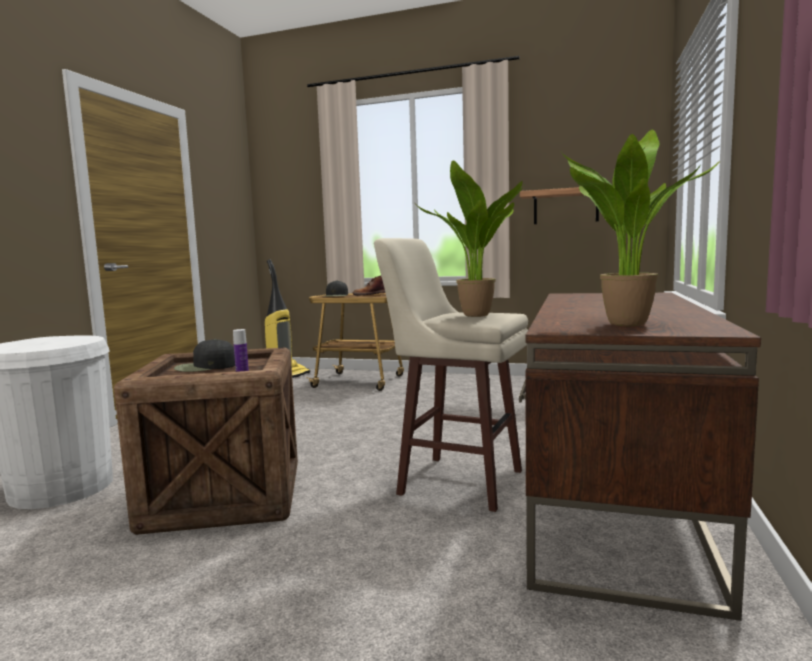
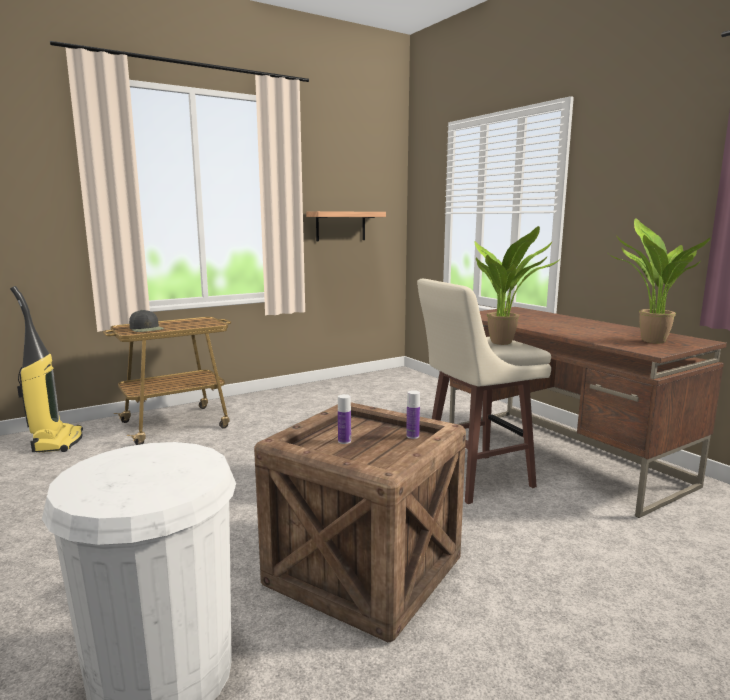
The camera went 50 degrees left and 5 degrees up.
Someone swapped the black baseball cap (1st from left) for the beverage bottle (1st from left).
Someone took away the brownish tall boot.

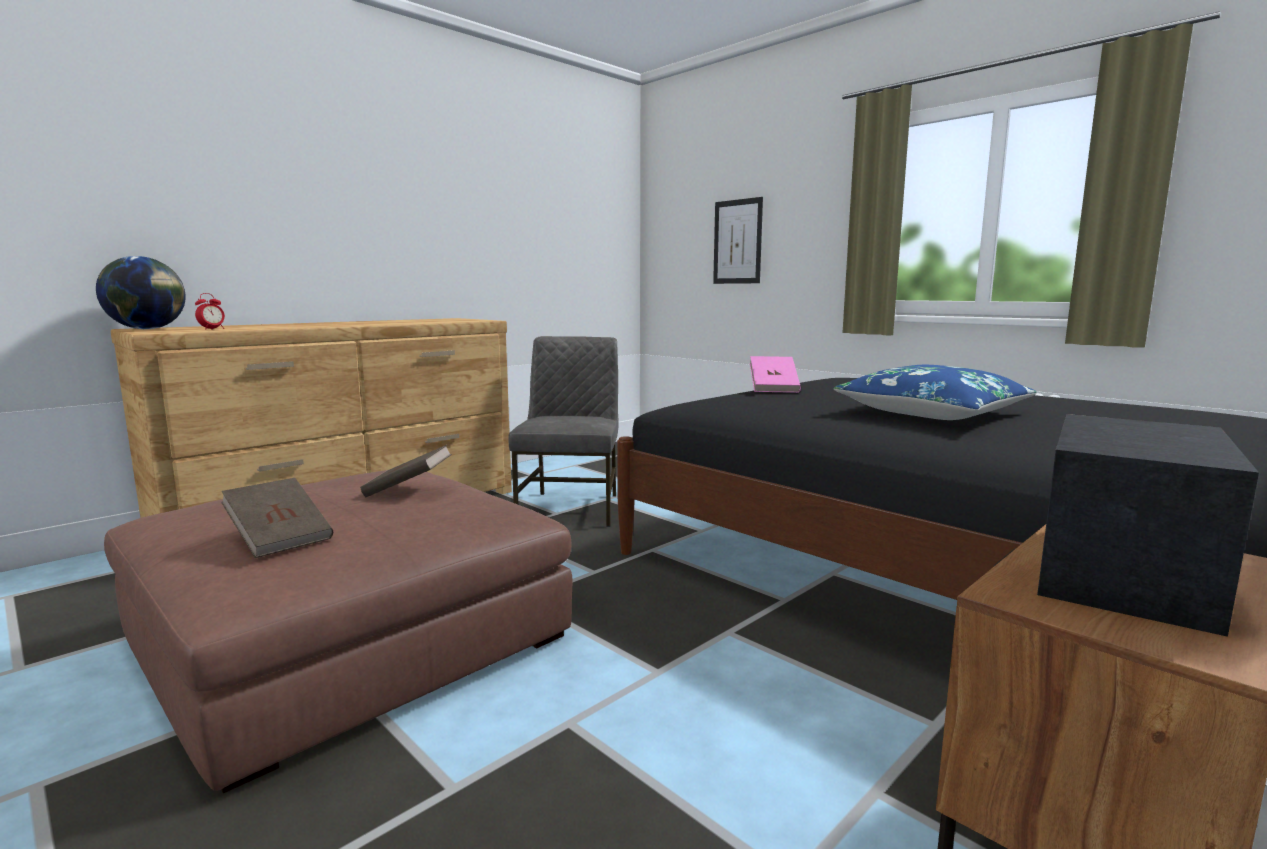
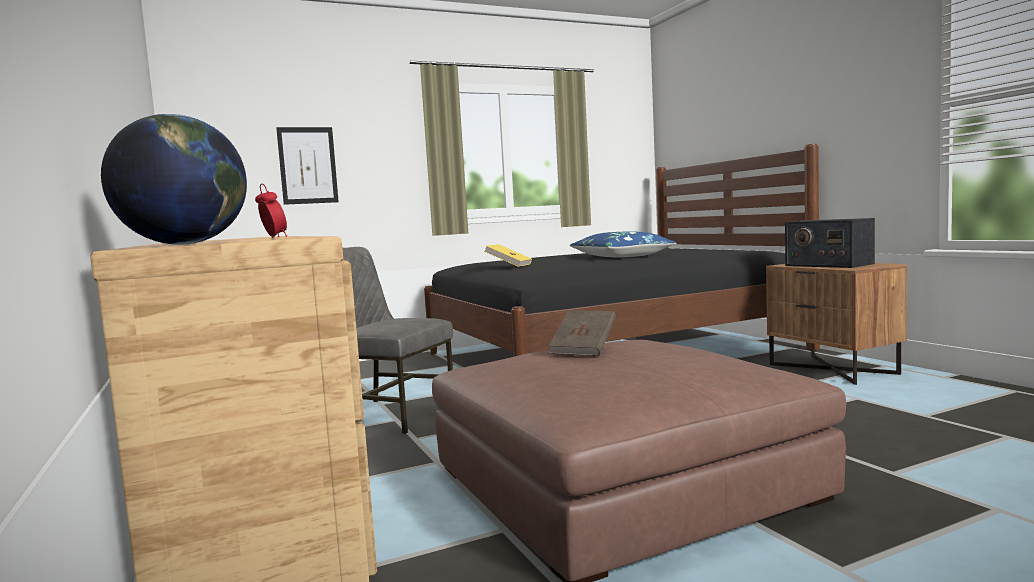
The camera went 70 degrees left and 5 degrees down.
Someone took away the brownish volume (1st from left).
Someone repainted the pinkish volume, which became the yellow-coloured volume.

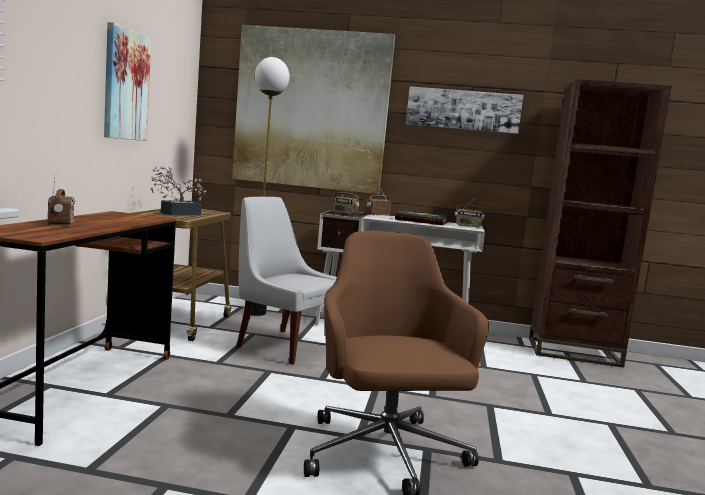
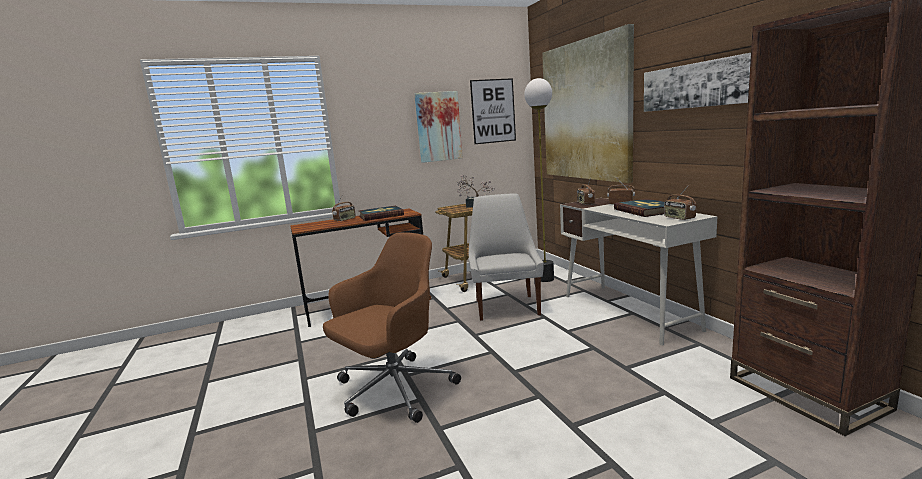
The camera went 60 degrees right and 5 degrees up.
Someone put down the volume (1st from left).
Someone put up the wall art (2nd from left).

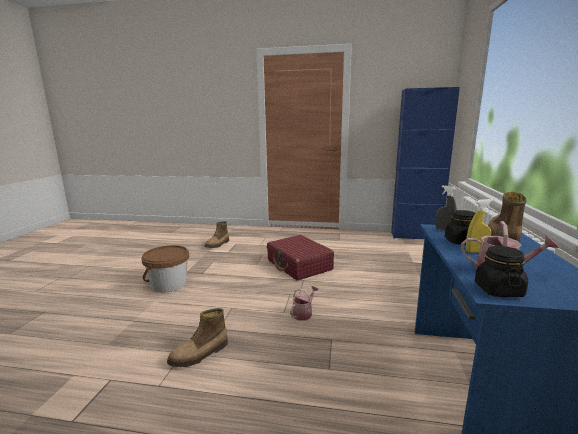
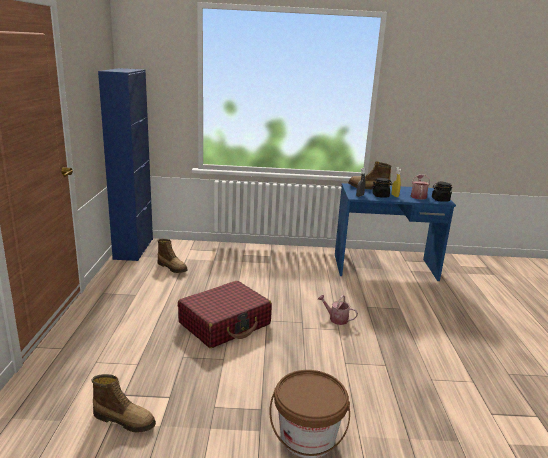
The camera went 100 degrees left and 5 degrees up.
Someone carried the tall boot (1st from left in the first image).

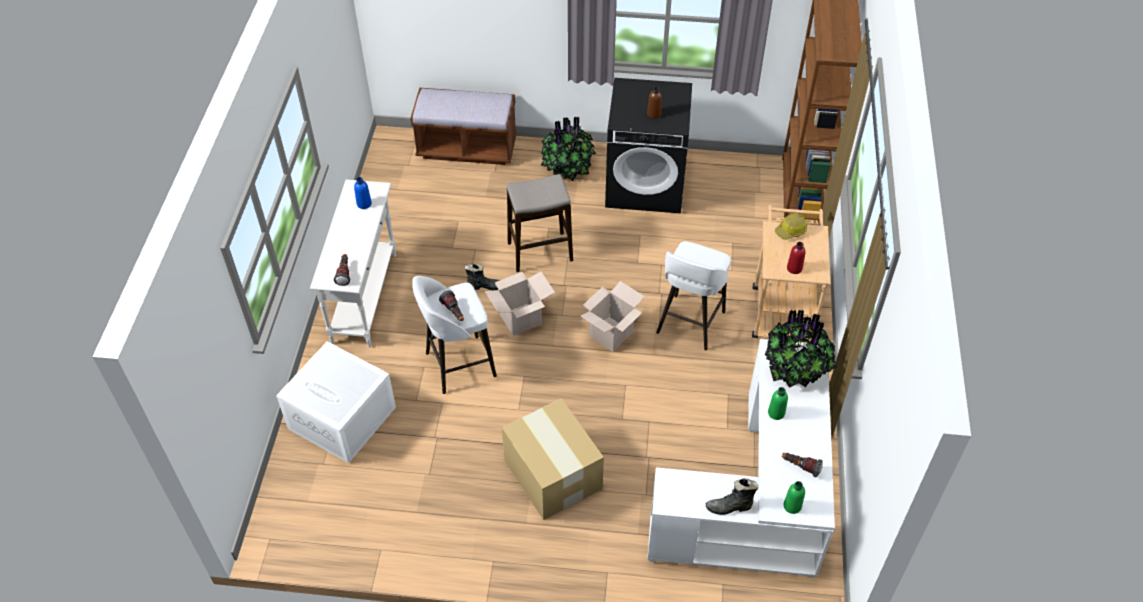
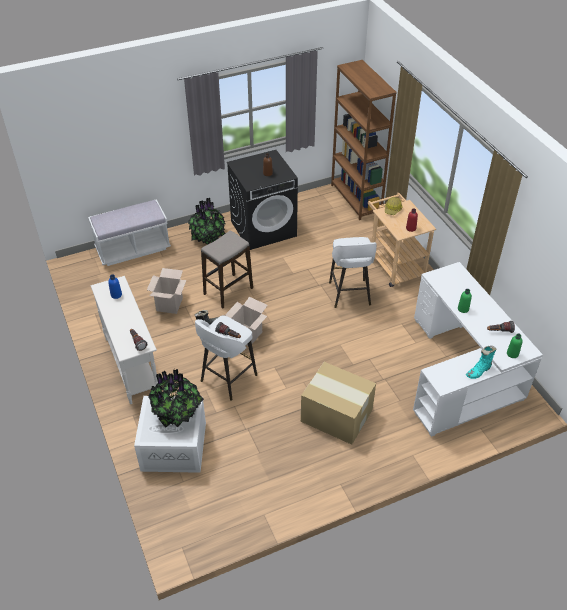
The camera went 30 degrees left and 5 degrees down.
Someone repainted the brownish long seat, which became the whitish long seat.
Someone carried the packing box (3rd from left in the first image).
Someone repainted the black tall boot (2nd from left), which became the turquoise tall boot.
Someone carried the houseplant (2nd from left in the first image).

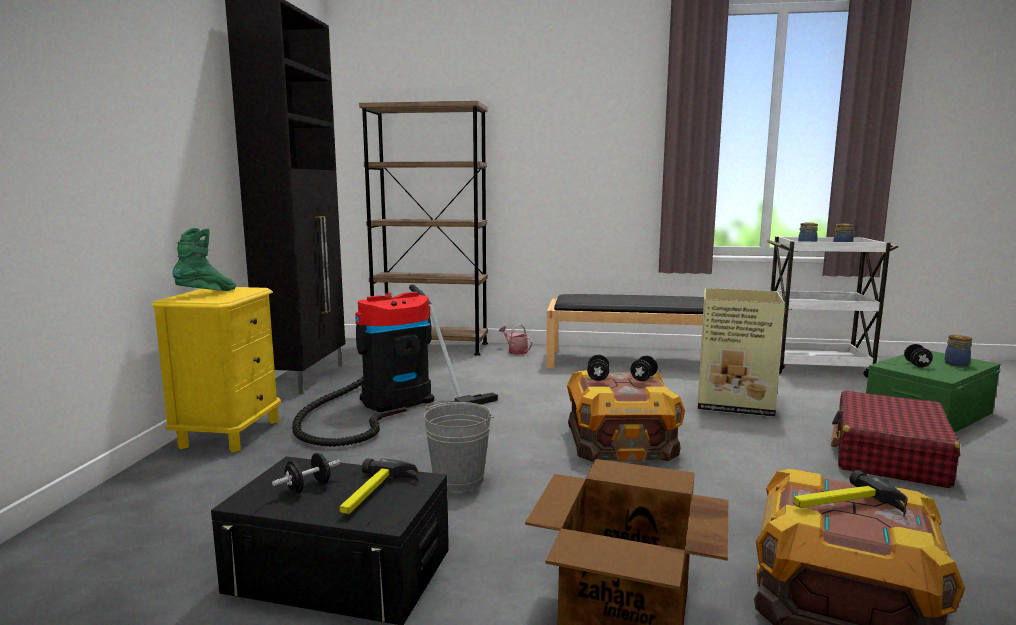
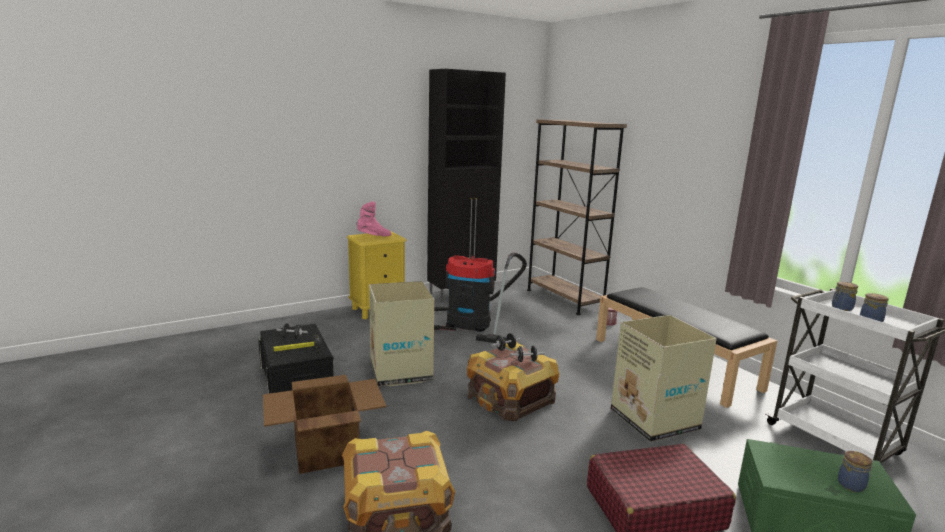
The camera went 50 degrees right and 5 degrees up.
Someone repainted the green-coloured tall boot, which became the pinkish tall boot.
Someone swapped the gray water bucket for the packing box (2nd from left).
Someone took away the tool hammer (2nd from left).
Someone took away the black dumbbell (4th from left).

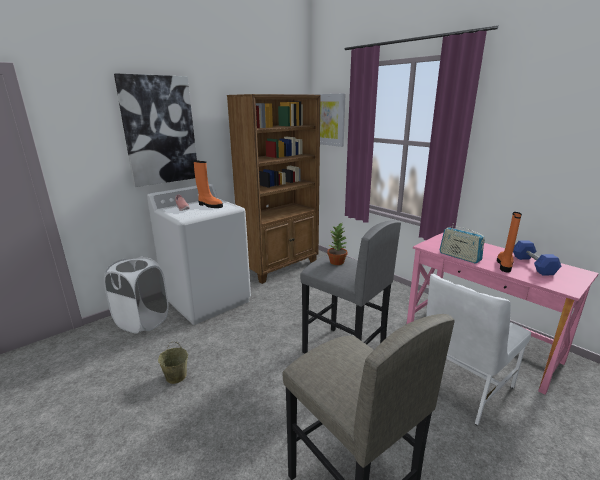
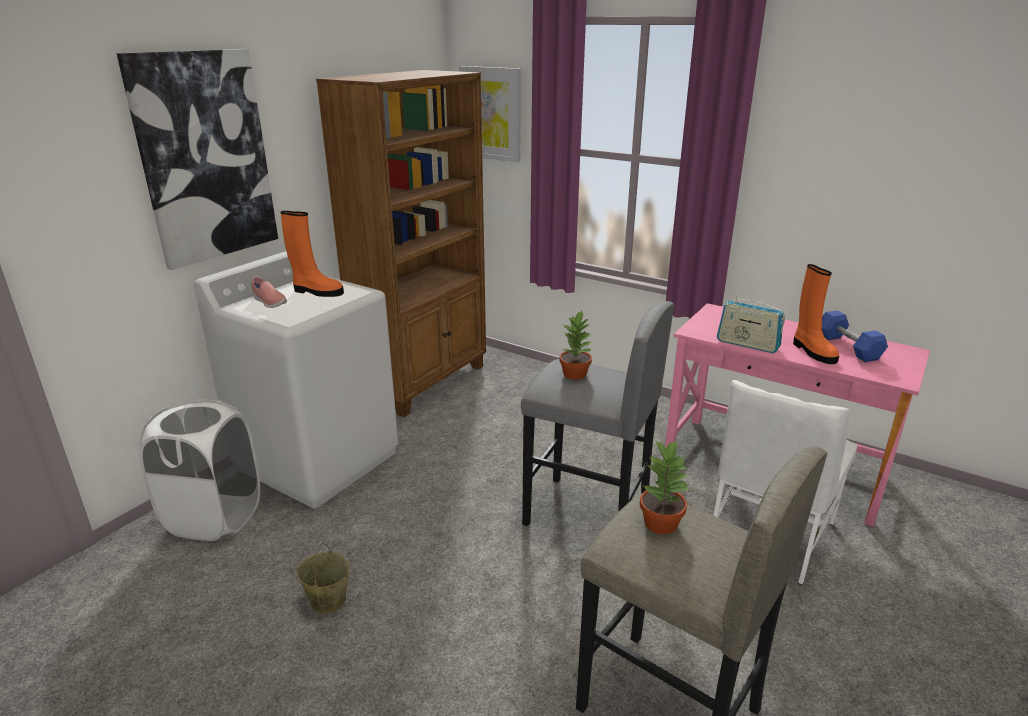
The camera went 15 degrees left and 5 degrees up.
Someone rotated the orange-coloured tall boot (2nd from left) by 150 degrees clockwise.
Someone put down the houseplant (2nd from left).

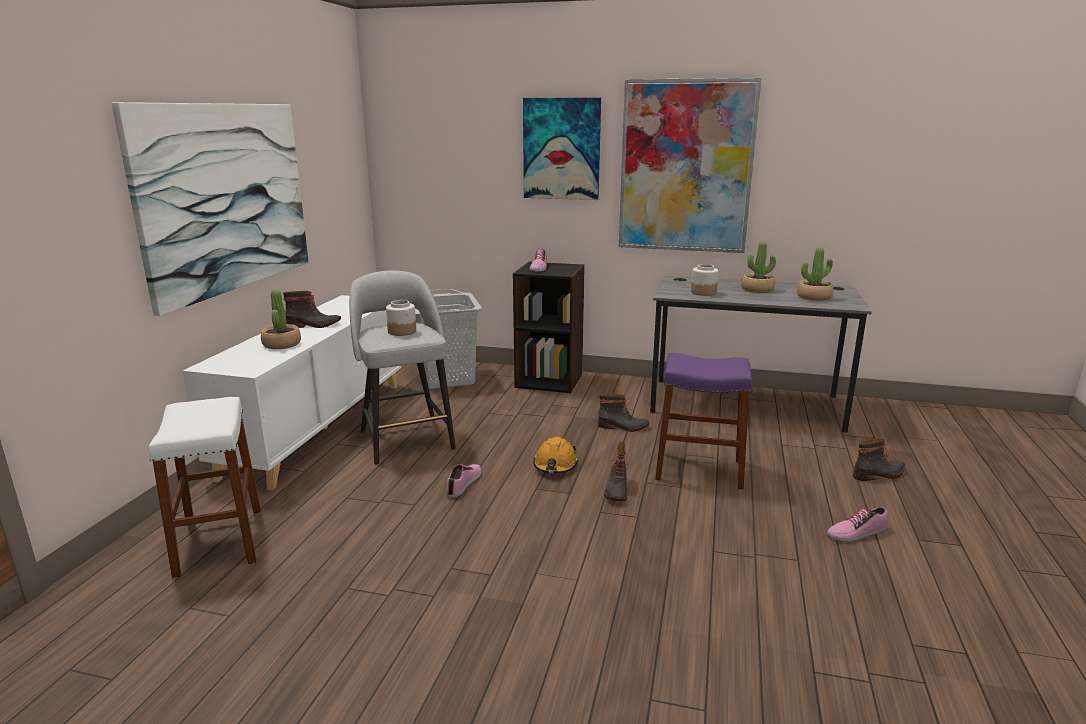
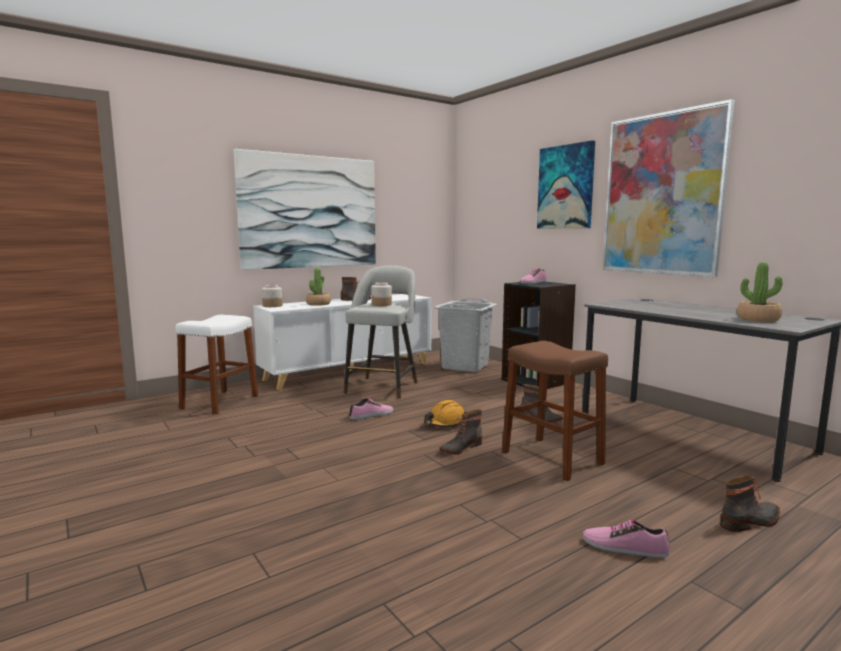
The camera went 40 degrees right and 10 degrees down.
Someone repainted the purple stool, which became the brownish stool.
Someone carried the preserve jar (2nd from left in the first image).
Someone took away the houseplant (2nd from left).
Someone rotated the tall boot (4th from left) by 45 degrees counterclockwise.

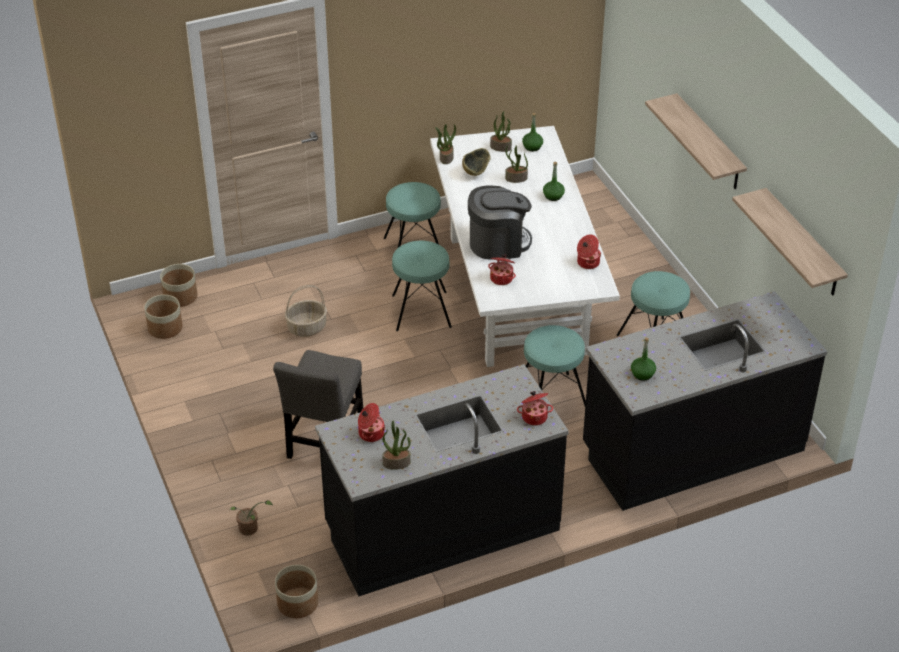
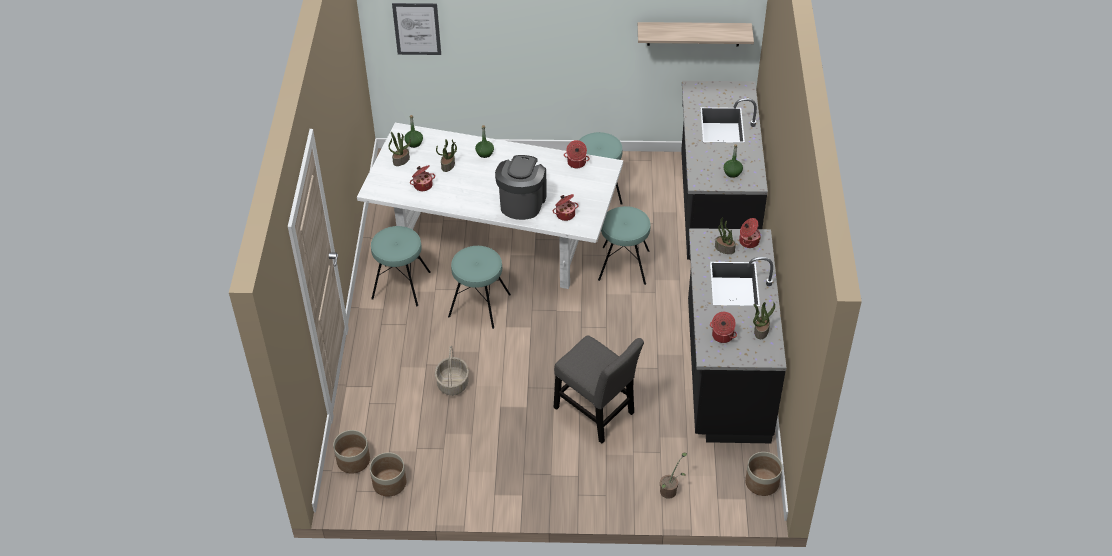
The camera went 65 degrees left and 5 degrees up.
Someone carried the houseplant (3rd from left in the first image).
Someone swapped the deep dish for the cooking pot (1st from left).
Someone took away the bracket shelf (1st from left).
Someone put up the wall art.

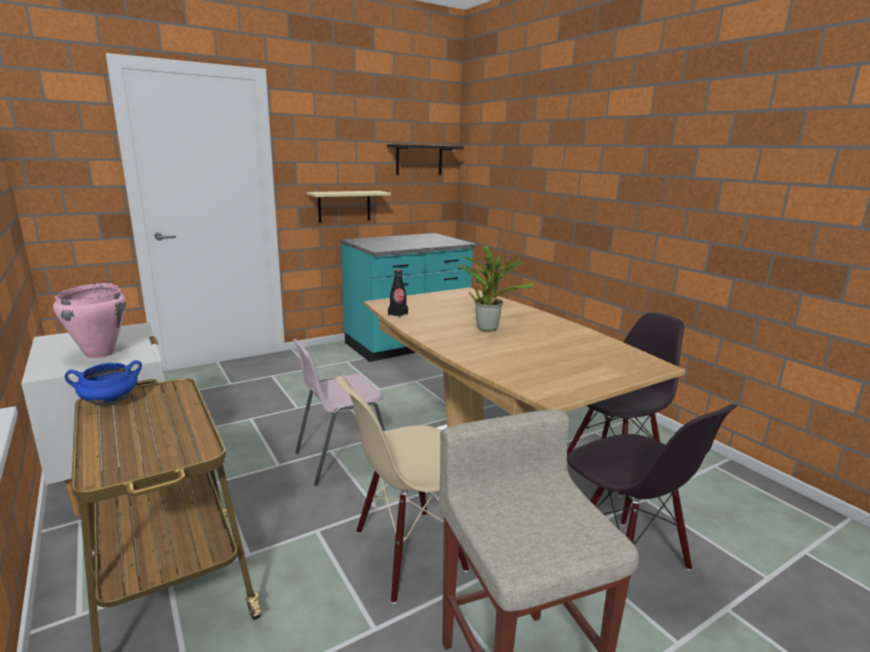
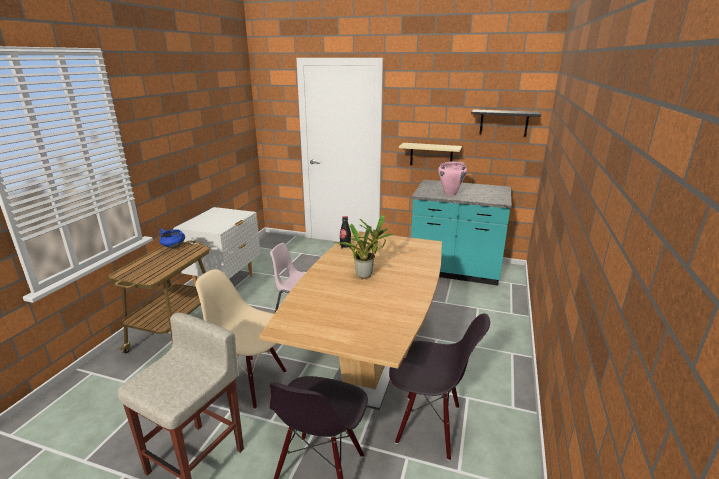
The camera went 50 degrees right and 5 degrees up.
Someone carried the pinkish cooking pot.

